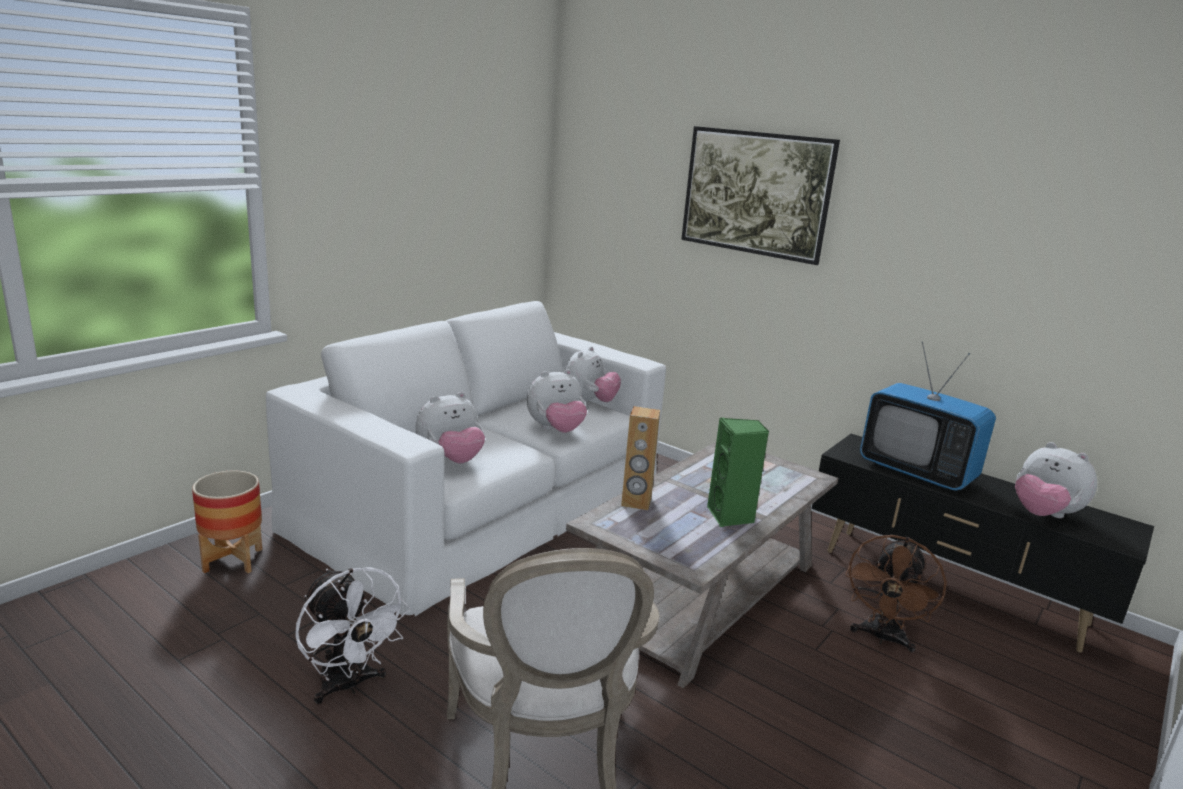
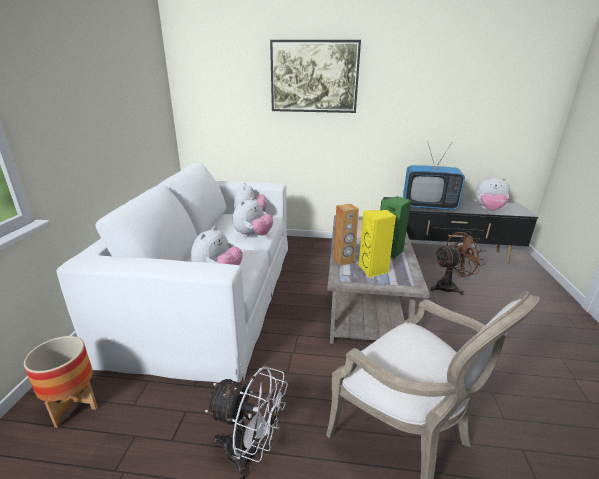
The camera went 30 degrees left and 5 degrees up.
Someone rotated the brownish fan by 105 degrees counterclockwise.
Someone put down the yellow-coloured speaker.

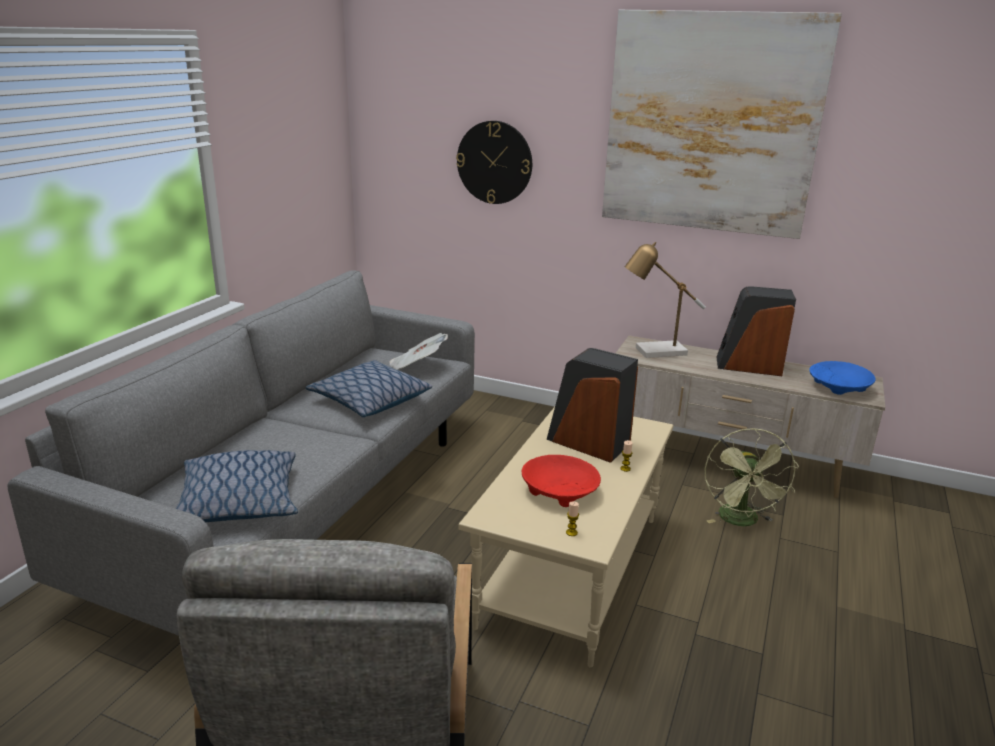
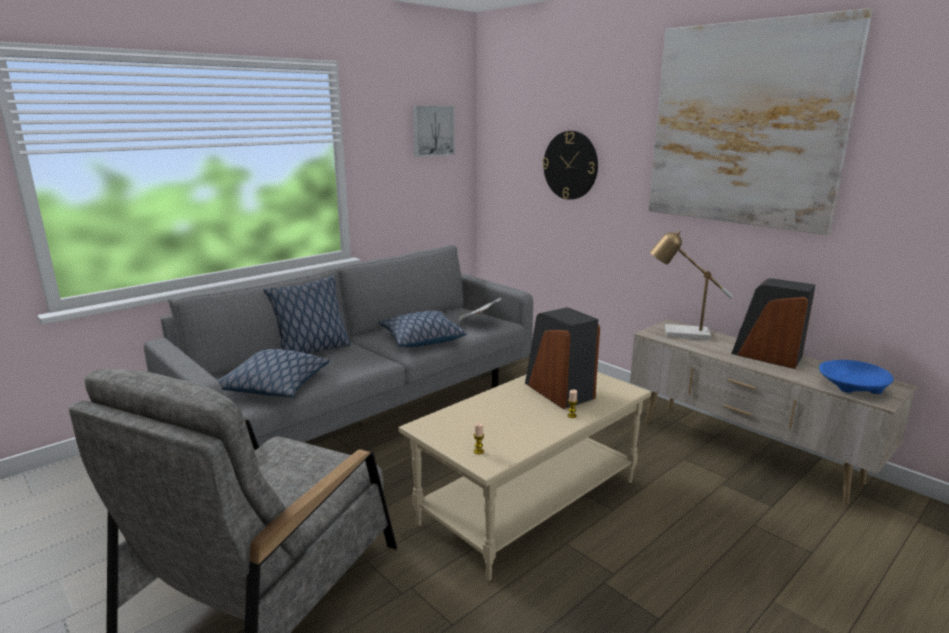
The camera went 25 degrees right and 5 degrees down.
Someone took away the reddish deep dish.
Someone took away the green-coloured fan.
Someone put down the pillow (2nd from left).
Someone put up the wall art (1st from left).

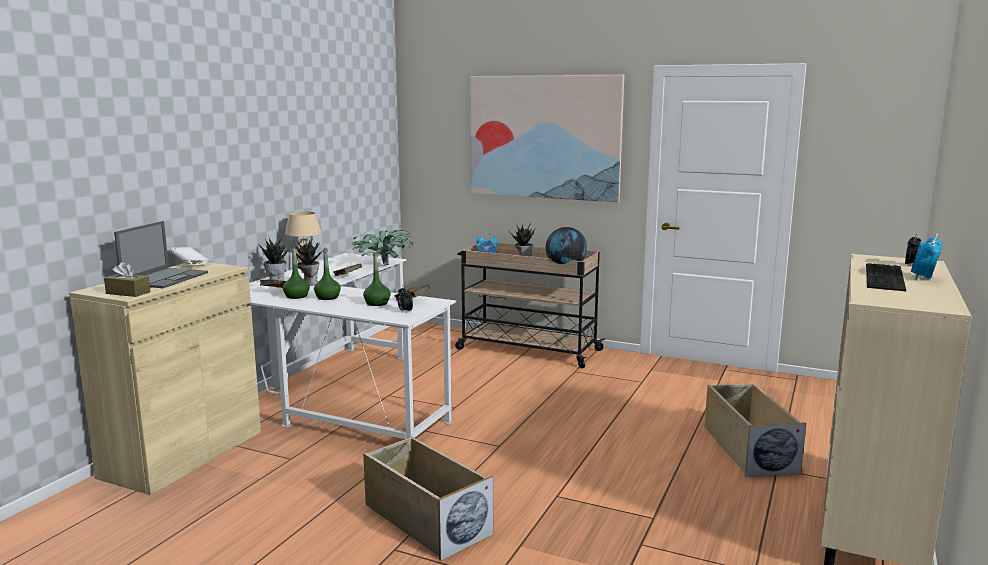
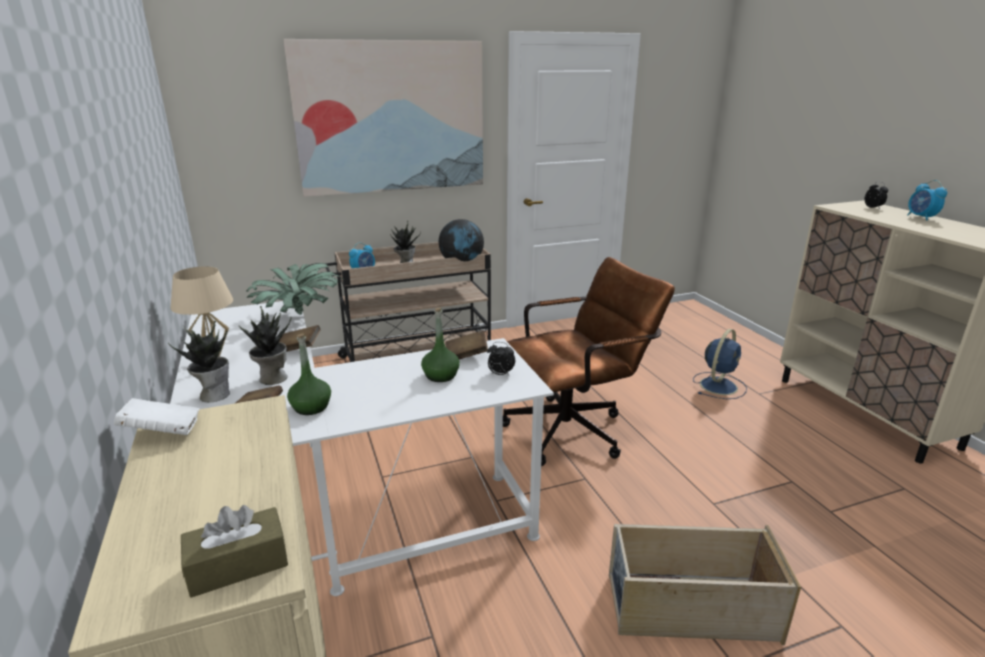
The camera went 45 degrees left and 10 degrees up.
Someone took away the portable computer.
Someone took away the green-coloured beverage bottle (2nd from left).
Someone swapped the beige-coloured storage bin (2nd from left) for the bluish fan.
Someone took away the keyboard.
Someone put down the brownish office chair.

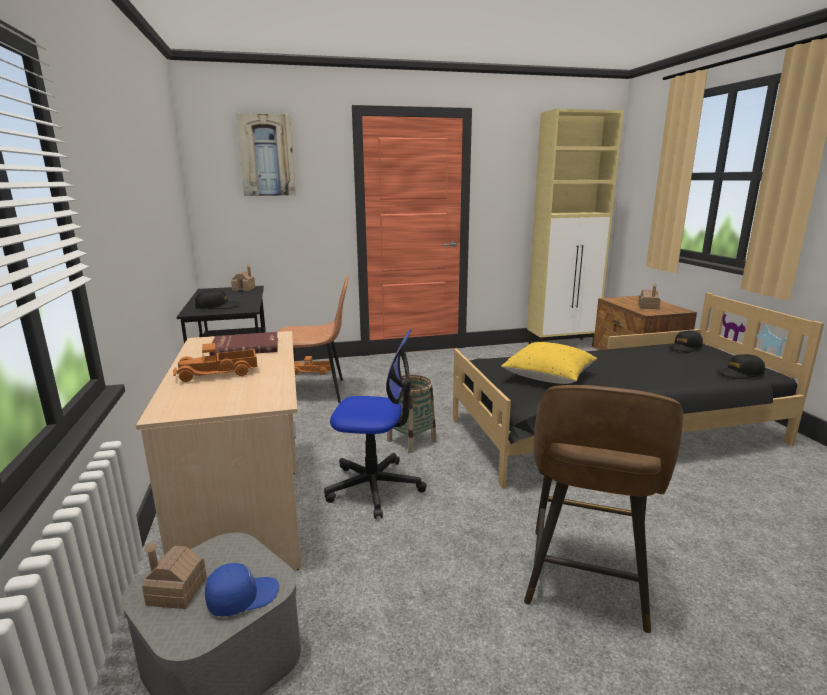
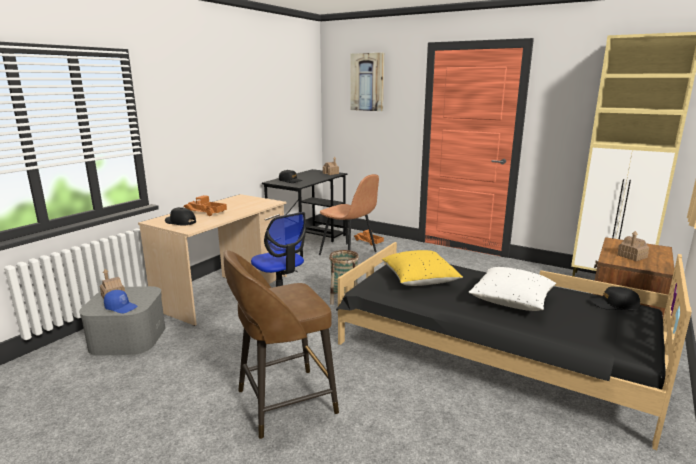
The camera went 45 degrees right and 0 degrees up.
Someone took away the reddish volume.
Someone carried the black baseball cap (3rd from left in the first image).
Someone put down the whitish pillow.

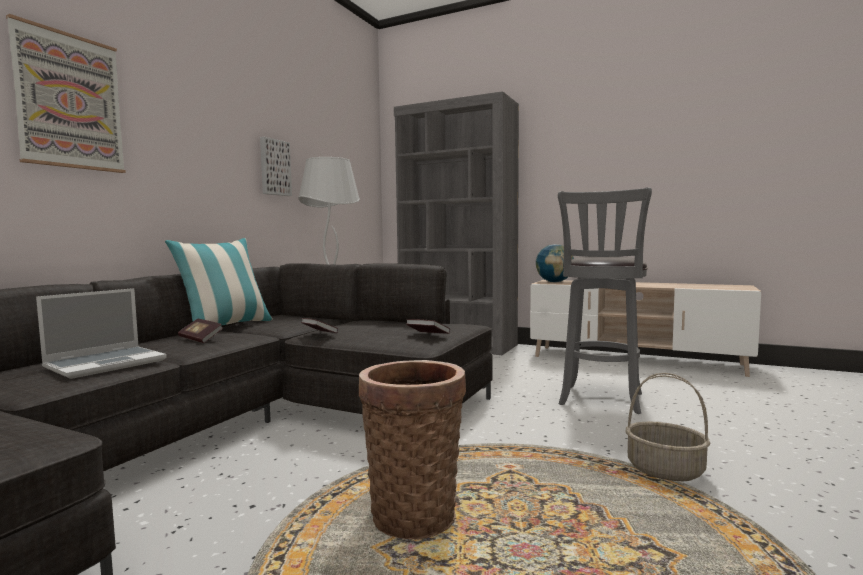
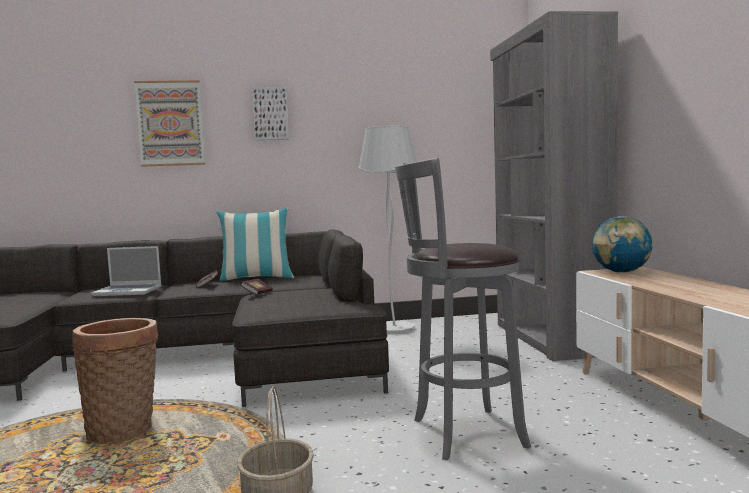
The camera went 55 degrees right and 0 degrees up.
Someone carried the wall art (2nd from left).
Someone took away the volume (3rd from left).

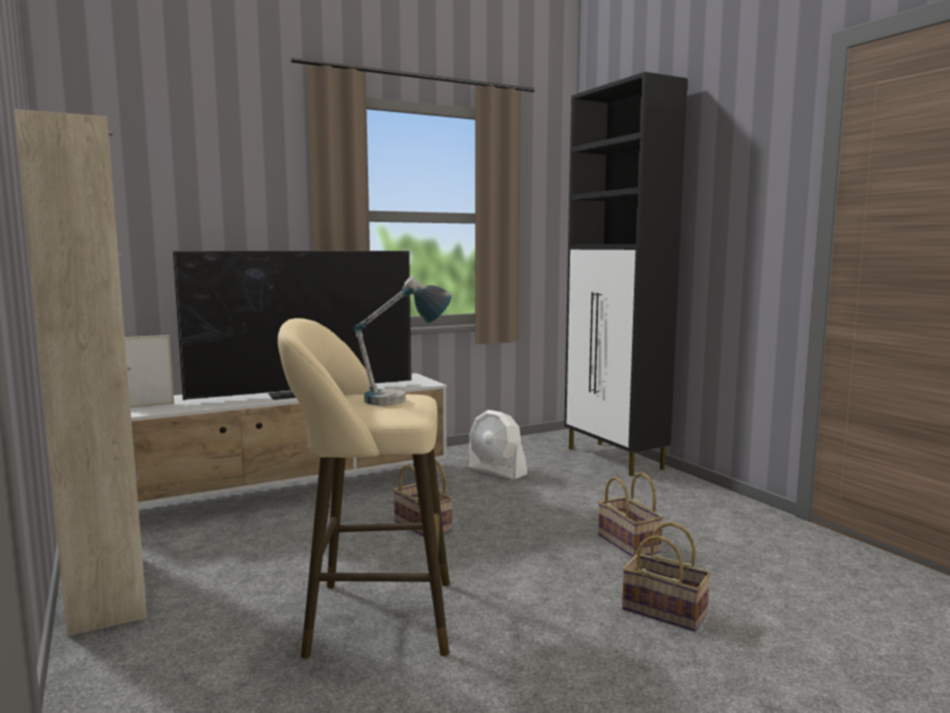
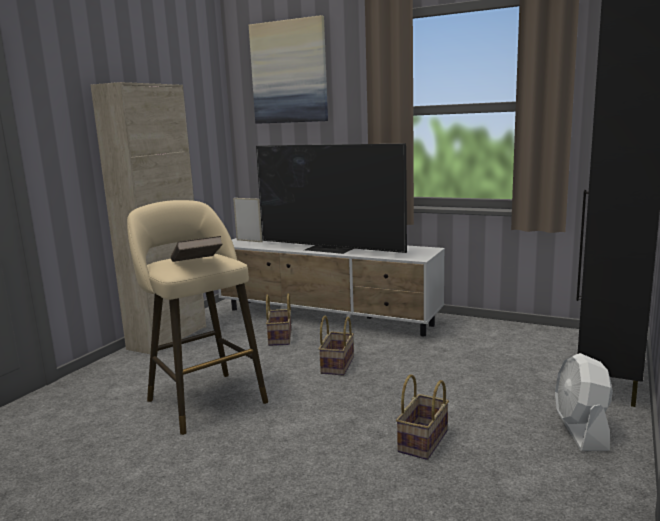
The camera went 55 degrees right and 5 degrees up.
Someone swapped the lamp for a table for the brownish volume.
Someone carried the whitish fan.
Someone carried the storage basket (3rd from left in the first image).
Someone put up the wall art.

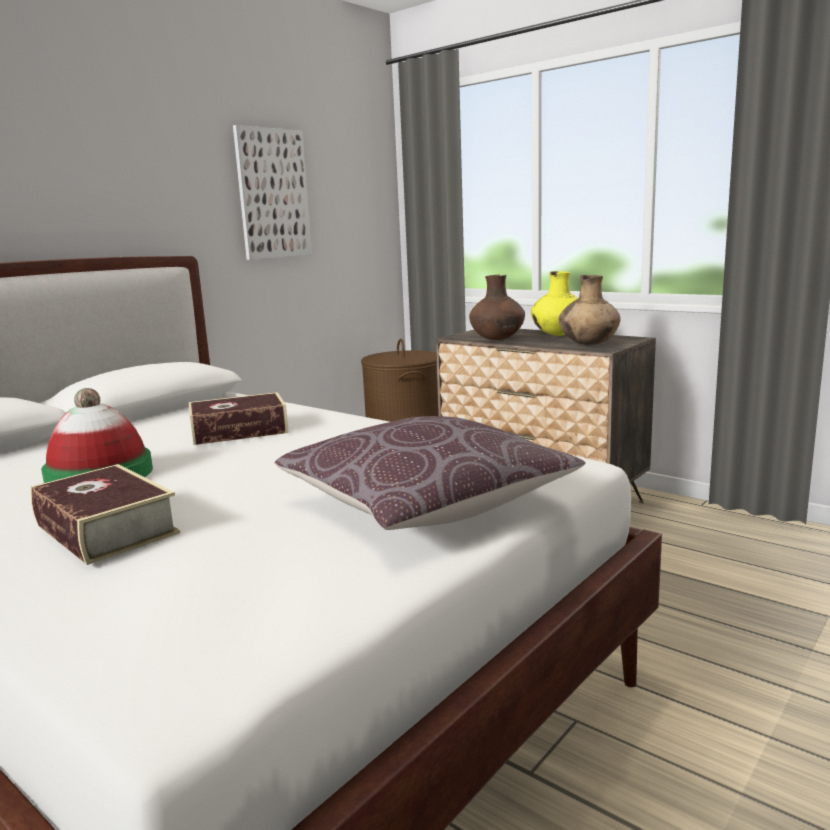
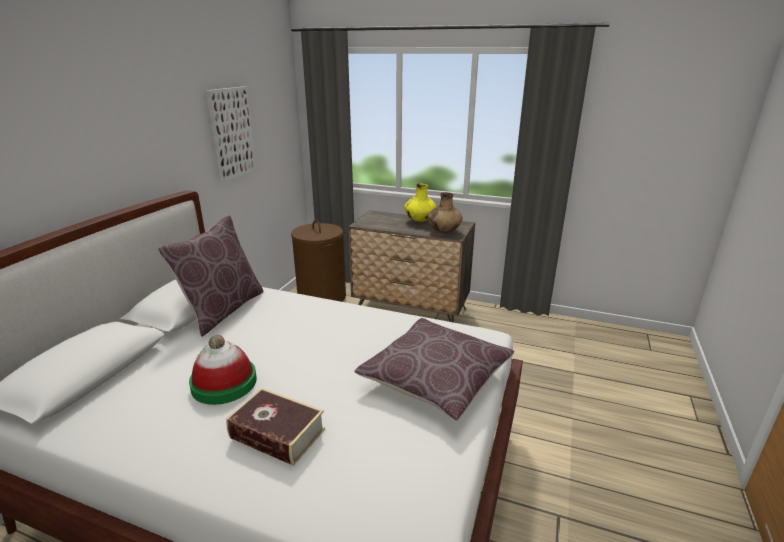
The camera went 20 degrees left and 10 degrees up.
Someone took away the volume (2nd from left).
Someone took away the brownish decorative vase (1st from left).
Someone put down the brownish pillow (1st from left).

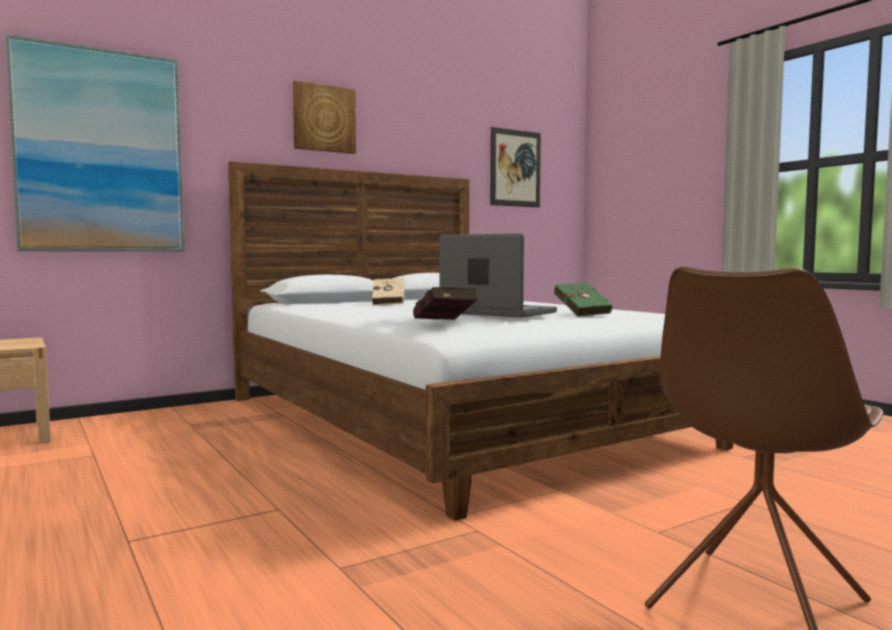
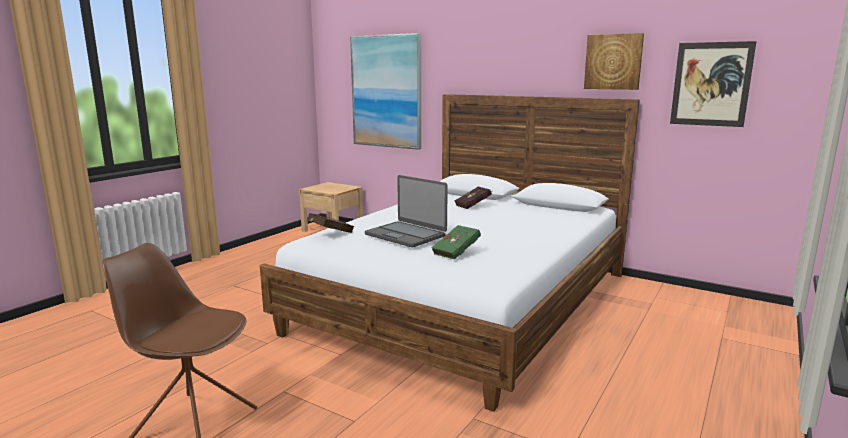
The camera went 65 degrees right and 10 degrees up.
Someone carried the wall art (2nd from left).
Someone repainted the beige-coloured volume, which became the reddish volume (2nd from left).
Someone rotated the portable computer by 120 degrees clockwise.

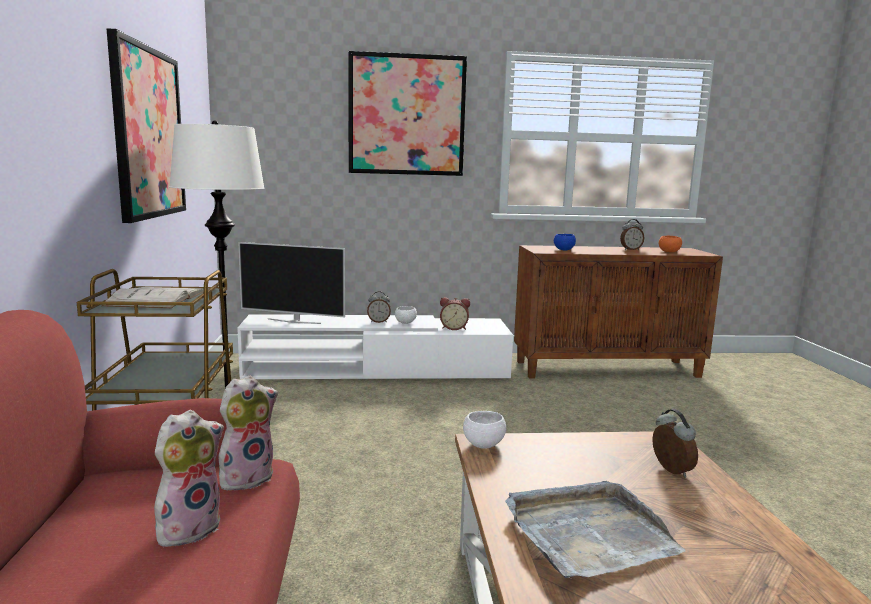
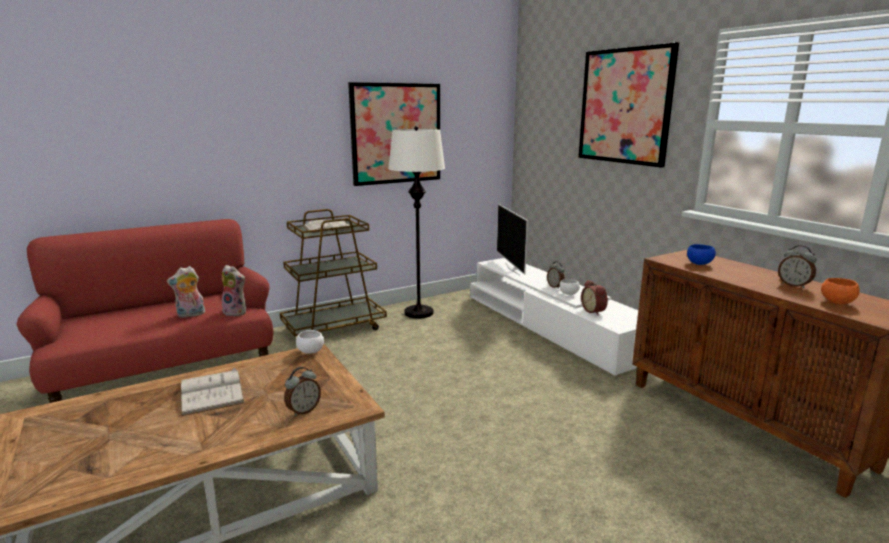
The camera went 65 degrees right and 5 degrees up.
Someone rotated the cuddly toy (1st from left) by 135 degrees clockwise.
Someone swapped the gray serving tray for the whitish volume (1st from left).

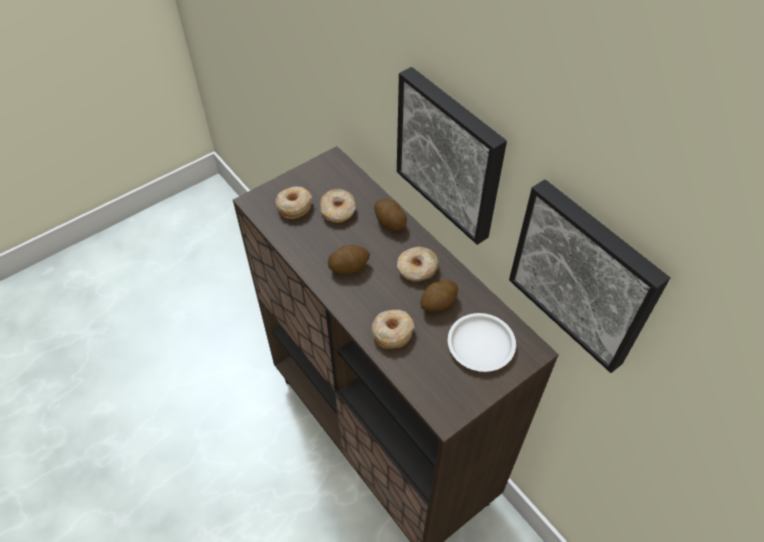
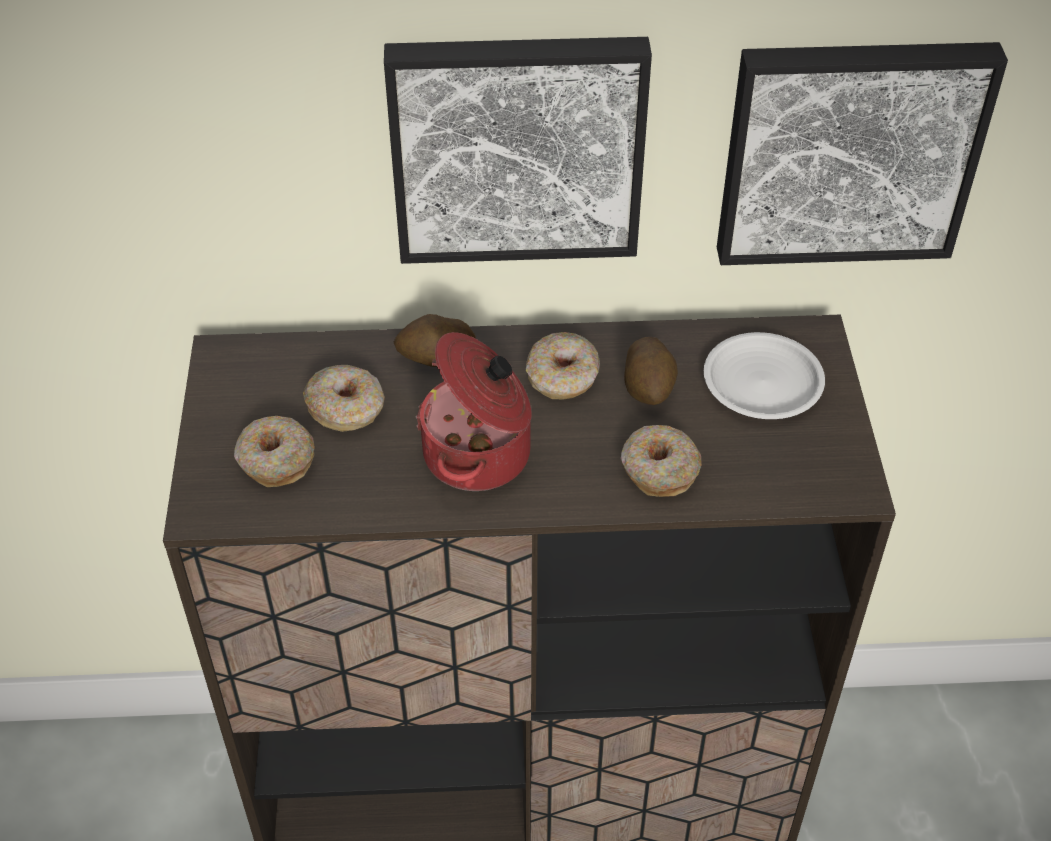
The camera went 55 degrees left and 5 degrees down.
Someone swapped the spud (1st from left) for the cooking pot.

